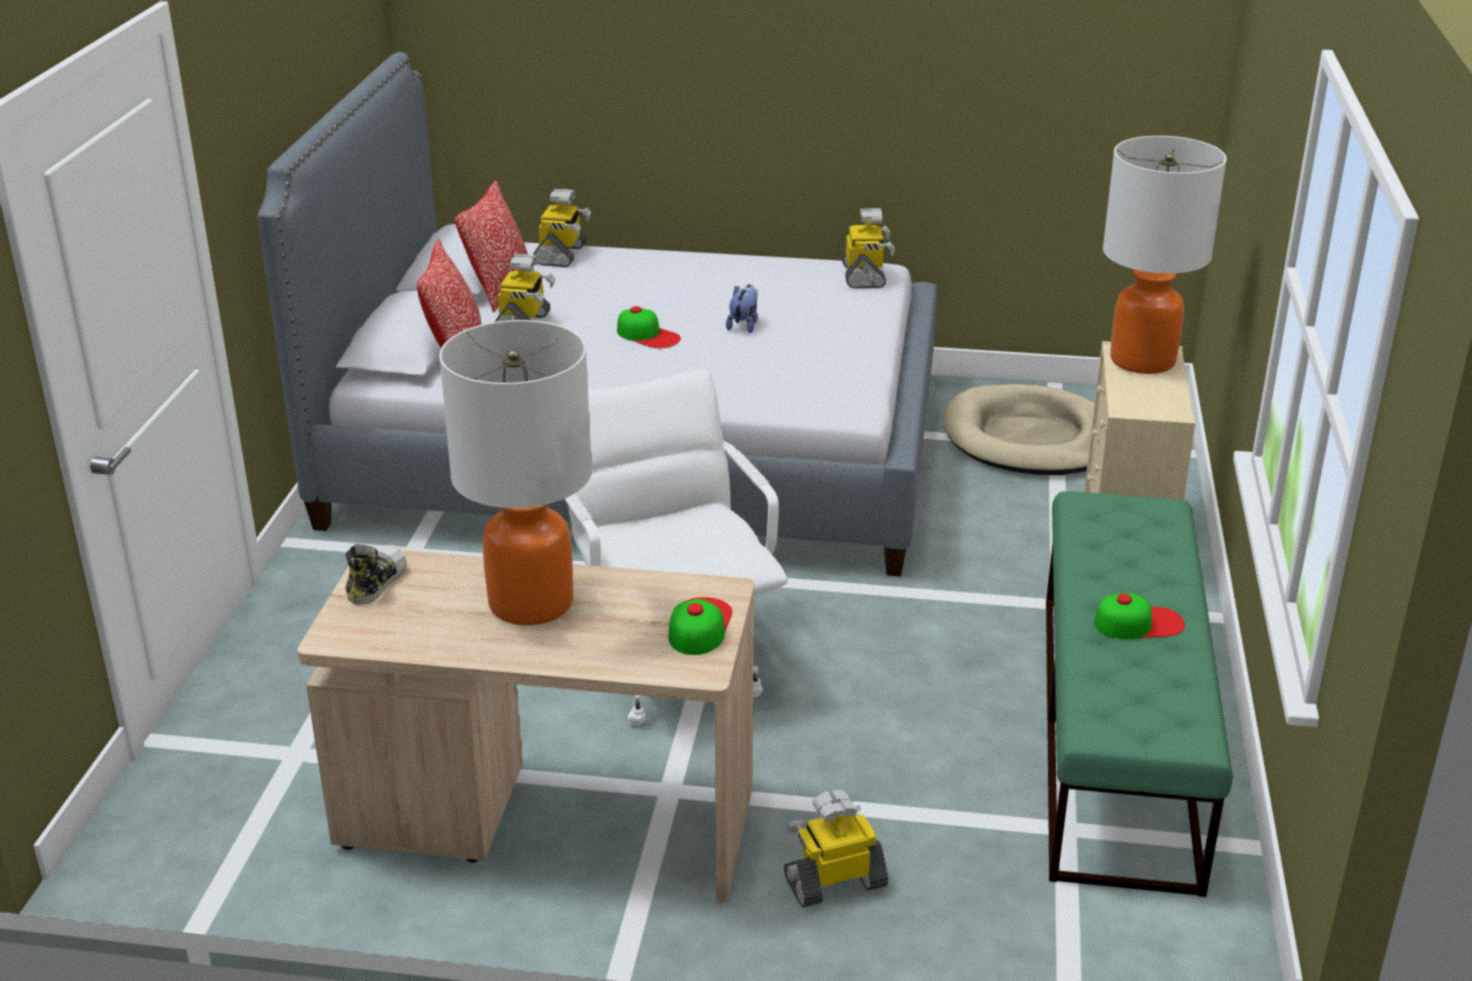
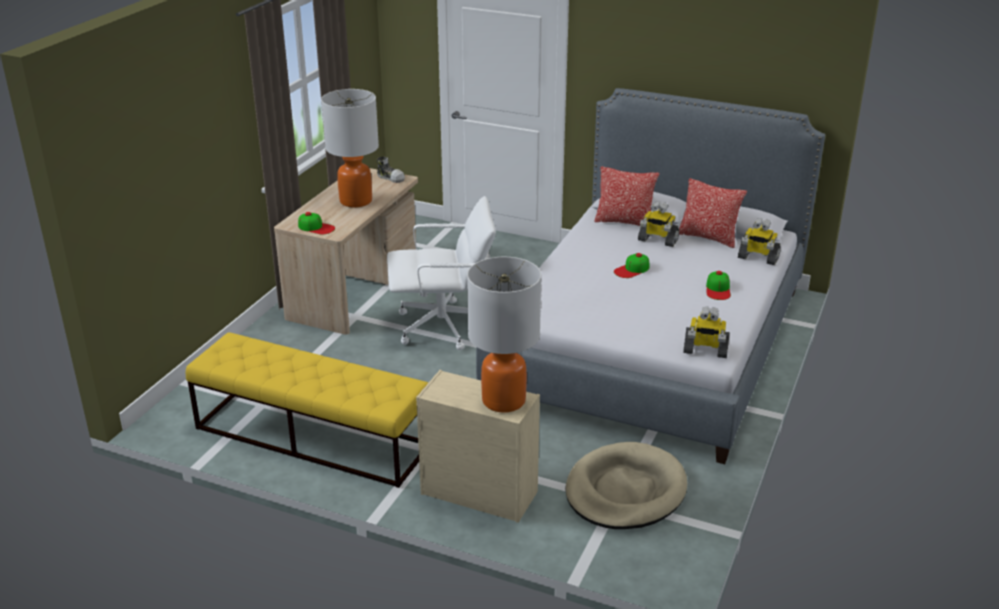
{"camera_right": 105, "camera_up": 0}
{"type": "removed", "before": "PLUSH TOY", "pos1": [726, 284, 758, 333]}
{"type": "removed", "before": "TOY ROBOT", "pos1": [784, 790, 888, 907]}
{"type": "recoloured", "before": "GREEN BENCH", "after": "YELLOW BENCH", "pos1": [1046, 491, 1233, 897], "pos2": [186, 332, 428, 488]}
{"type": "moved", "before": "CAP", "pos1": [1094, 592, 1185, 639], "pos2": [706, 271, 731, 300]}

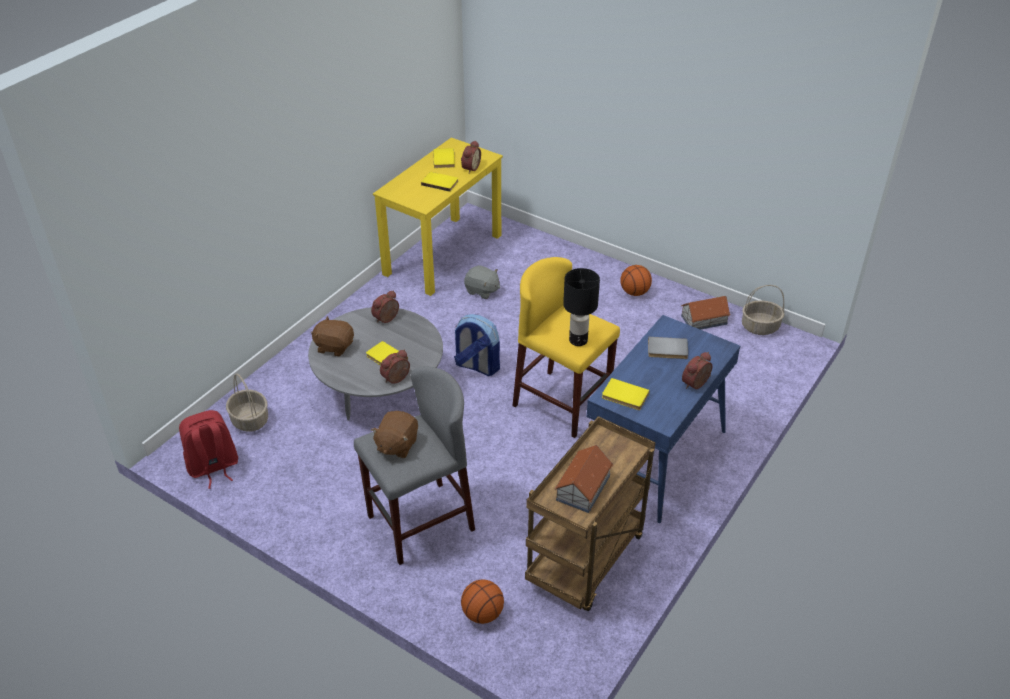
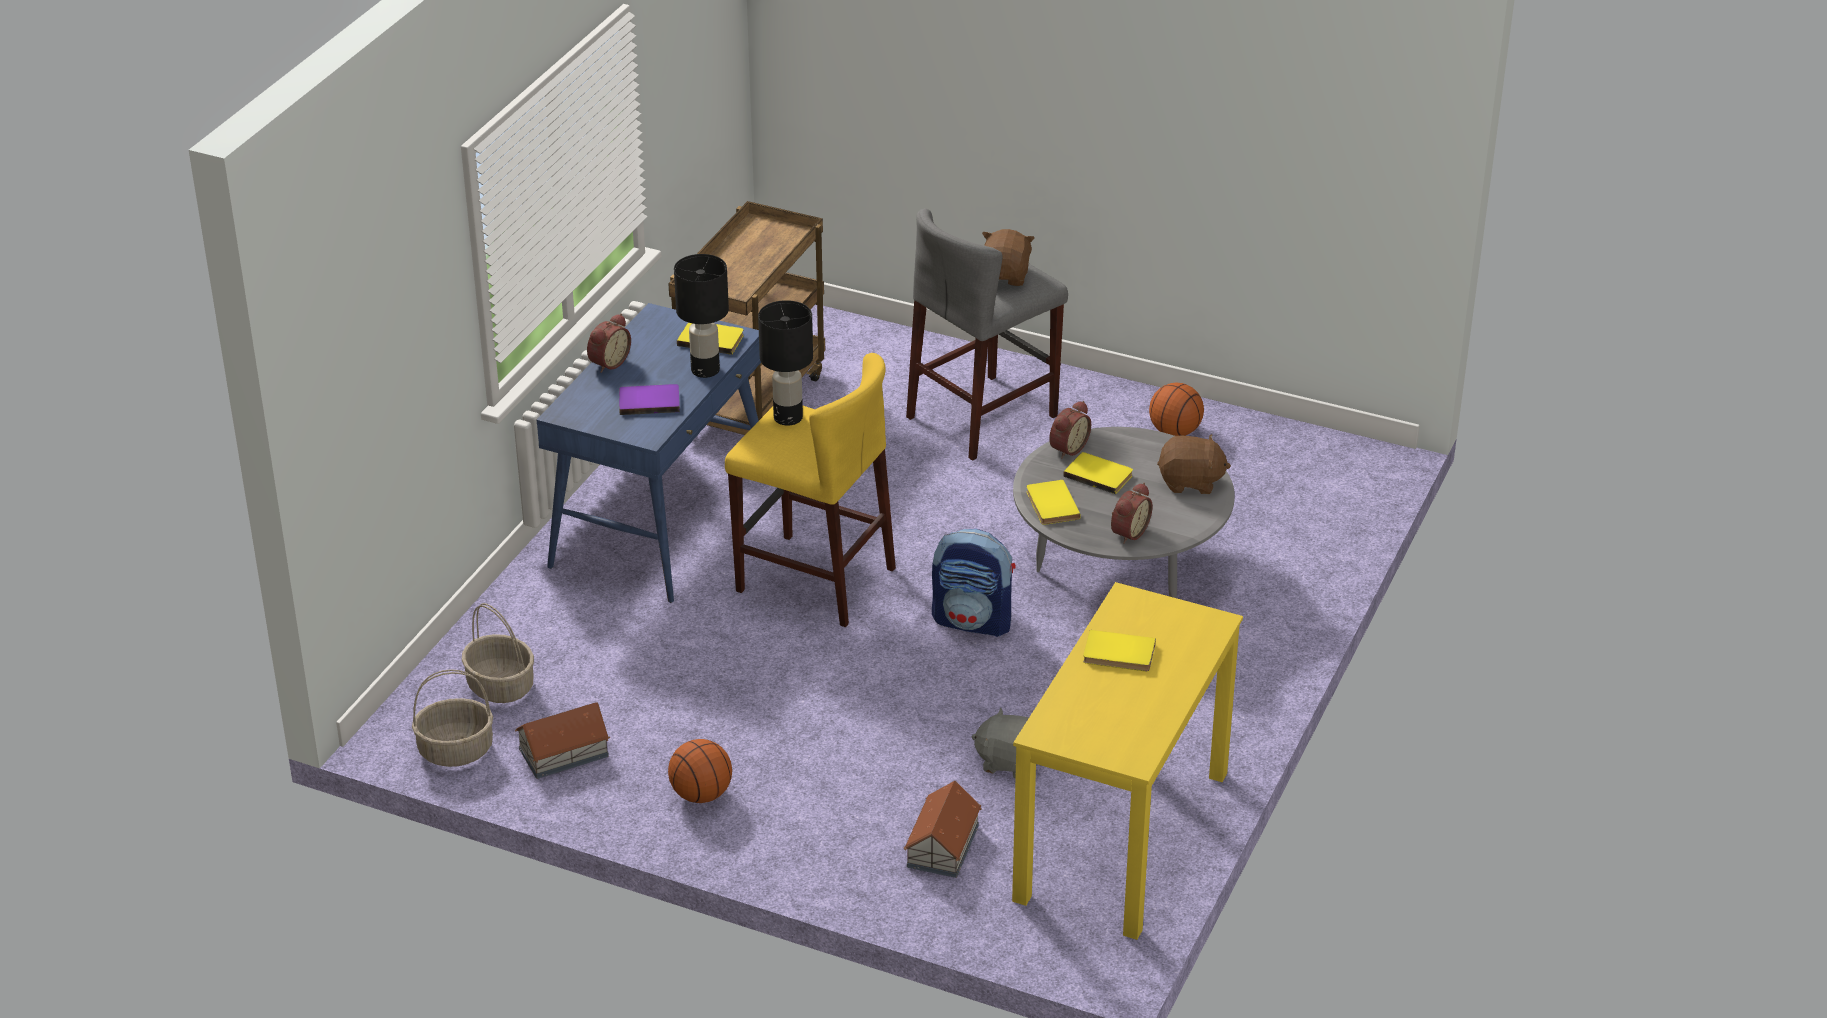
{"camera_right": 170, "camera_up": -5}
{"type": "removed", "before": "RED BACKPACK", "pos1": [179, 410, 238, 489]}
{"type": "moved", "before": "BASKET", "pos1": [226, 374, 268, 432], "pos2": [462, 603, 534, 703]}
{"type": "moved", "before": "YELLOW BOOK", "pos1": [433, 148, 455, 168], "pos2": [1026, 480, 1081, 525]}
{"type": "removed", "before": "ALARM CLOCK", "pos1": [461, 141, 481, 173]}
{"type": "moved", "before": "BASKETBALL", "pos1": [461, 579, 504, 624], "pos2": [1149, 383, 1204, 436]}
{"type": "moved", "before": "TOY HOUSE", "pos1": [555, 445, 613, 513], "pos2": [904, 781, 982, 878]}
{"type": "recoloured", "before": "GREY BOOK", "after": "PURPLE BOOK", "pos1": [648, 337, 688, 359], "pos2": [619, 384, 680, 415]}
{"type": "added", "after": "BLACK TABLE LAMP", "pos2": [674, 254, 729, 378]}

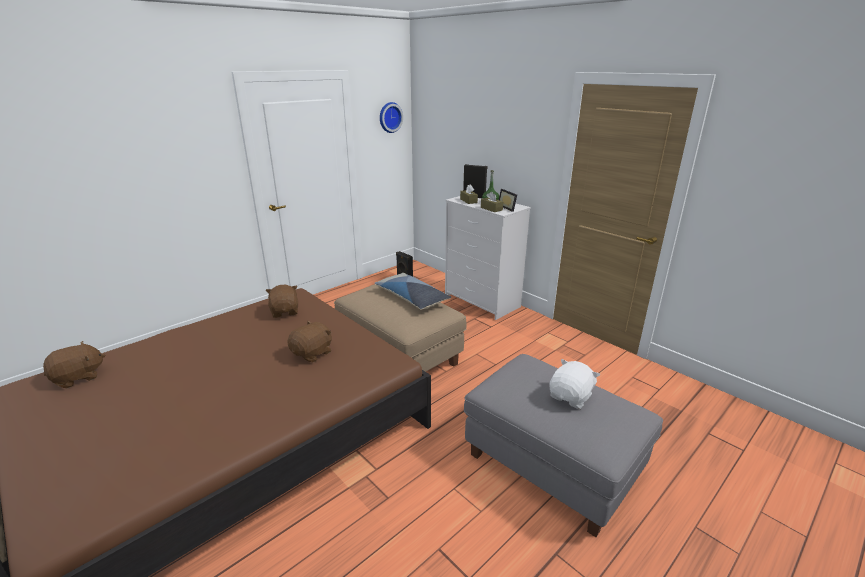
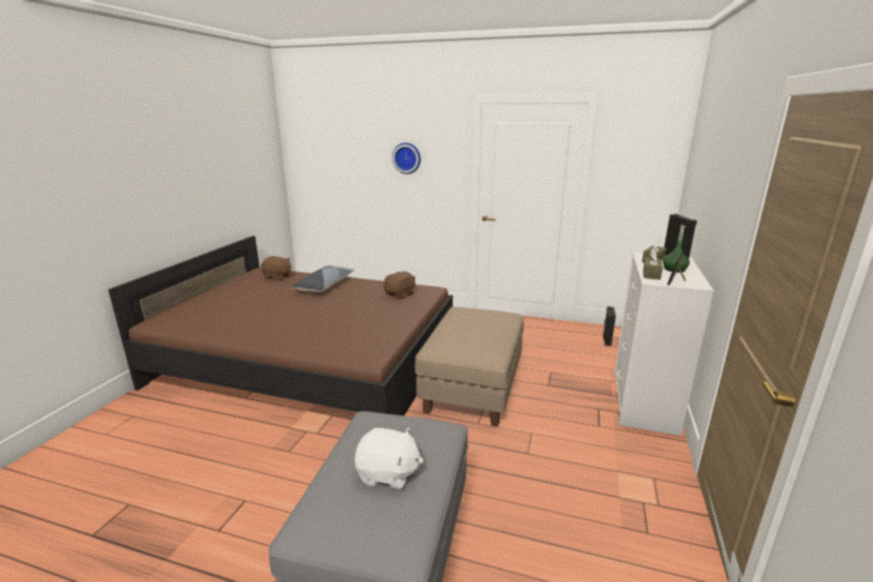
{"camera_right": 60, "camera_up": -5}
{"type": "removed", "before": "BROWN PLUSH TOY", "pos1": [287, 321, 332, 362]}
{"type": "moved", "before": "PILLOW", "pos1": [374, 273, 451, 309], "pos2": [291, 265, 355, 292]}
{"type": "moved", "before": "WALL CLOCK", "pos1": [380, 102, 403, 133], "pos2": [392, 143, 421, 174]}

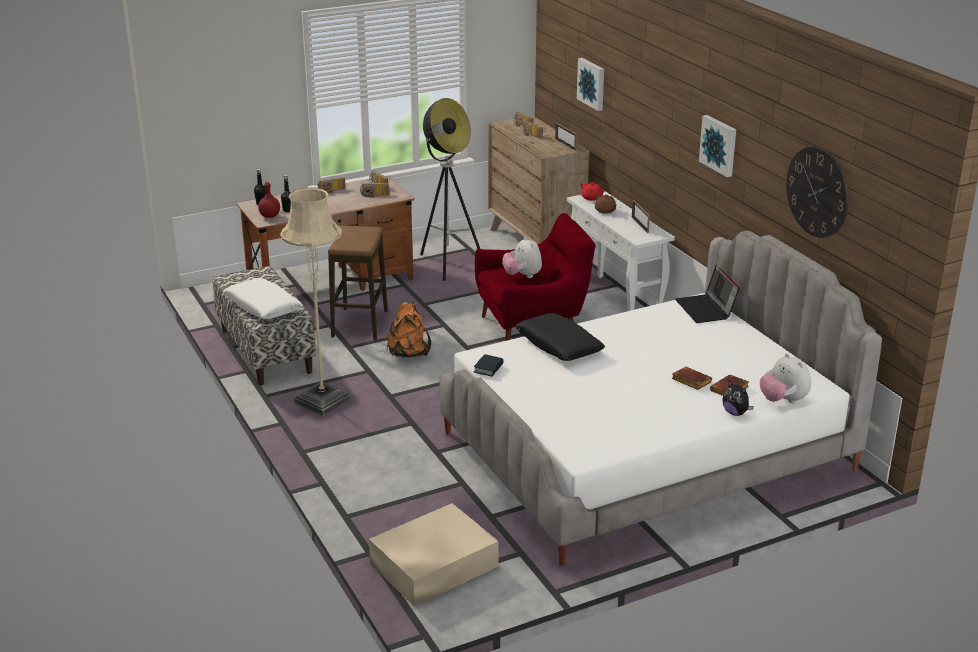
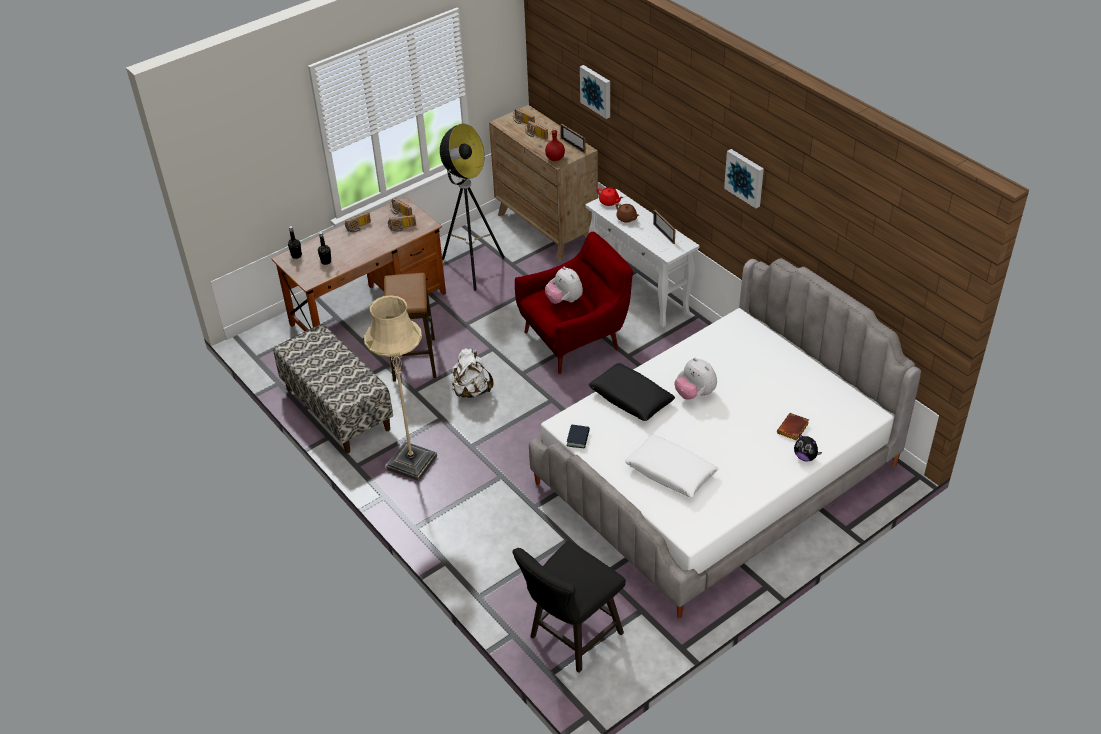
{"camera_right": -10, "camera_up": 15}
{"type": "moved", "before": "WHITE PILLOW", "pos1": [223, 278, 303, 319], "pos2": [625, 435, 718, 497]}
{"type": "moved", "before": "RED BOTTLE", "pos1": [258, 181, 280, 218], "pos2": [545, 128, 565, 161]}
{"type": "replaced", "before": "BEIGE STORAGE BOX", "after": "BLACK STOOL", "pos1": [369, 503, 499, 606], "pos2": [513, 541, 626, 673]}
{"type": "recoloured", "before": "ORANGE BACKPACK", "after": "WHITE BACKPACK", "pos1": [386, 302, 431, 358], "pos2": [452, 348, 494, 398]}
{"type": "removed", "before": "BROWN BOOK", "pos1": [671, 367, 712, 390]}
{"type": "removed", "before": "LAPTOP", "pos1": [675, 266, 740, 323]}
{"type": "moved", "before": "PLUSH TOY", "pos1": [760, 353, 811, 404], "pos2": [675, 358, 717, 400]}
{"type": "removed", "before": "WALL CLOCK", "pos1": [786, 147, 849, 238]}

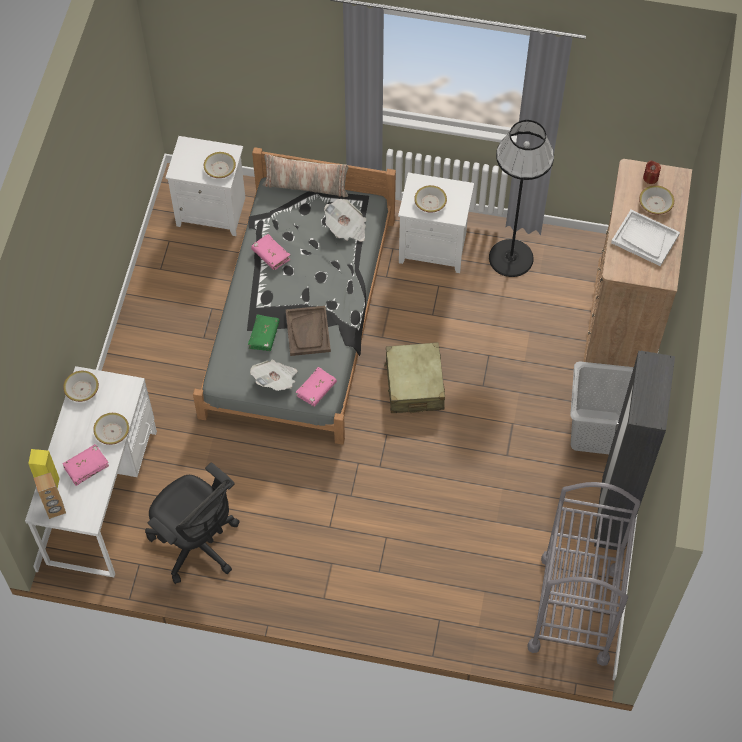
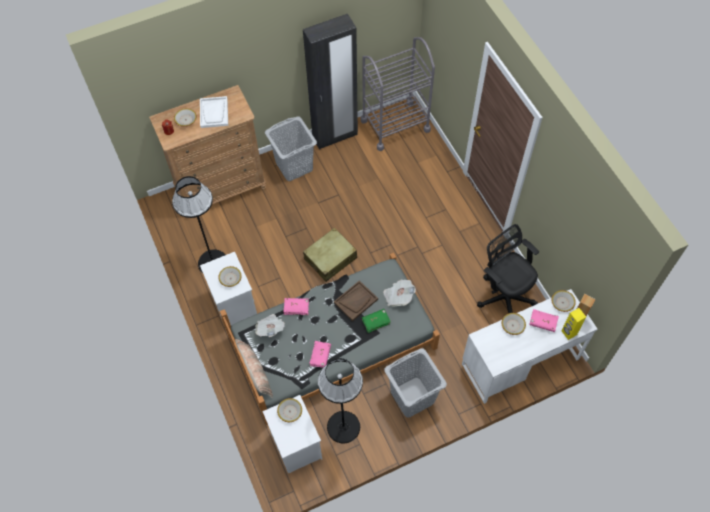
{"camera_right": -125, "camera_up": 0}
{"type": "moved", "before": "BOWL", "pos1": [63, 371, 99, 402], "pos2": [551, 290, 576, 312]}
{"type": "turned", "before": "BLACK OFFICE CHAIR", "pos1": [145, 463, 240, 584], "pos2": [477, 224, 539, 314], "turn": -45}
{"type": "moved", "before": "PINK BOOK", "pos1": [296, 367, 337, 407], "pos2": [284, 298, 309, 315]}
{"type": "added", "after": "BLACK FLOOR LAMP", "pos2": [318, 358, 363, 444]}
{"type": "added", "after": "GREY LAUNDRY BASKET", "pos2": [384, 348, 447, 417]}

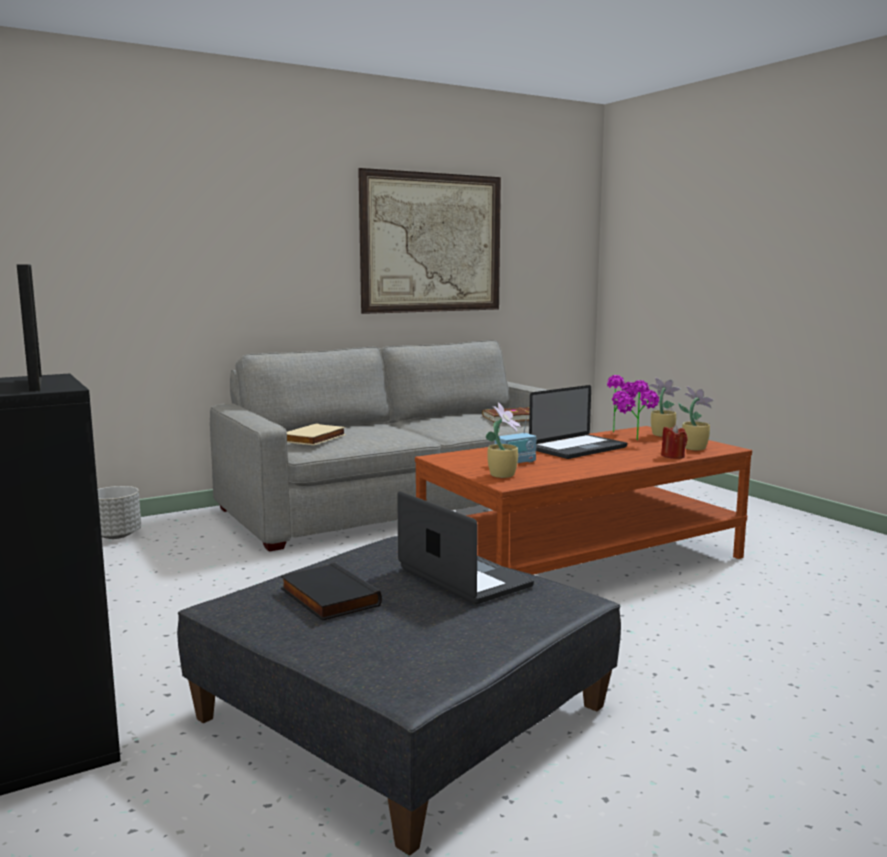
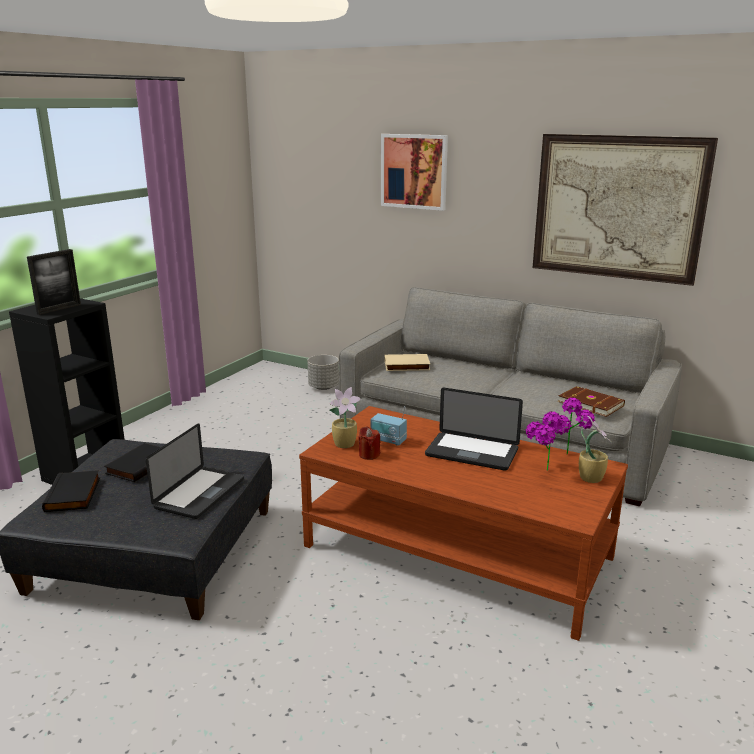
{"camera_right": 60, "camera_up": 10}
{"type": "moved", "before": "RED CANDLE", "pos1": [661, 425, 688, 459], "pos2": [358, 426, 380, 460]}
{"type": "removed", "before": "POTTED PLANT", "pos1": [678, 386, 714, 451]}
{"type": "added", "after": "BLACK BOOK", "pos2": [42, 470, 100, 512]}
{"type": "added", "after": "PICTURE", "pos2": [381, 134, 448, 211]}

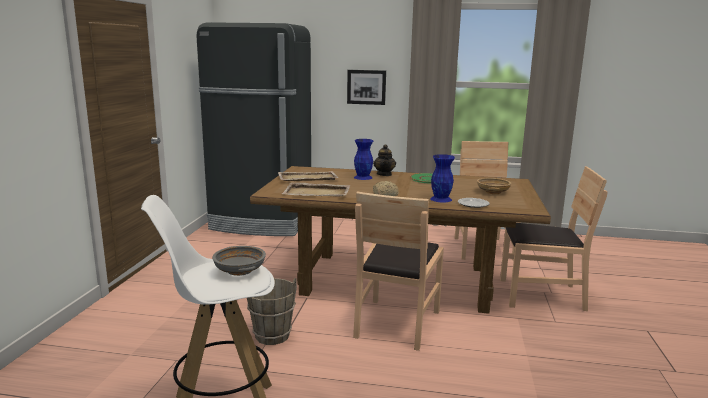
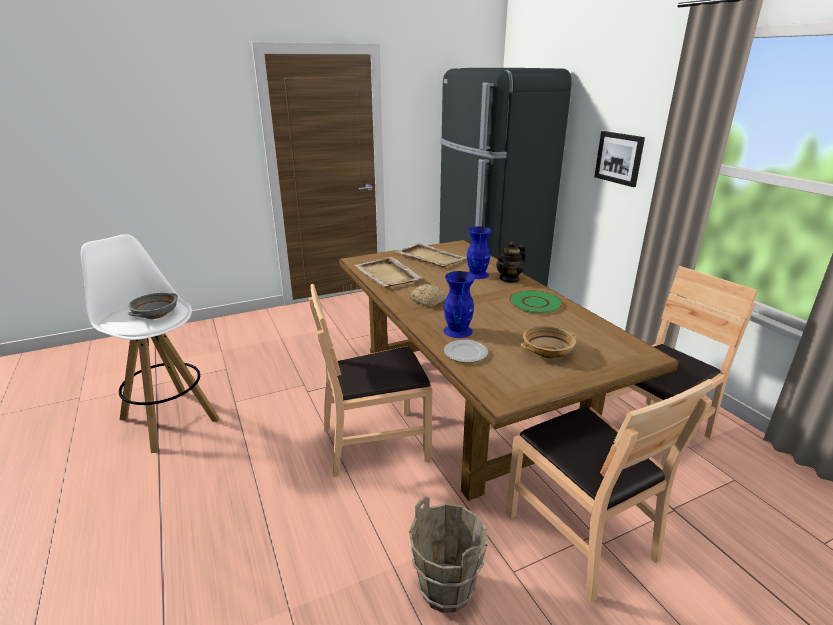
{"camera_right": 55, "camera_up": 10}
{"type": "moved", "before": "BROWN BUCKET", "pos1": [247, 278, 297, 345], "pos2": [409, 497, 488, 613]}

